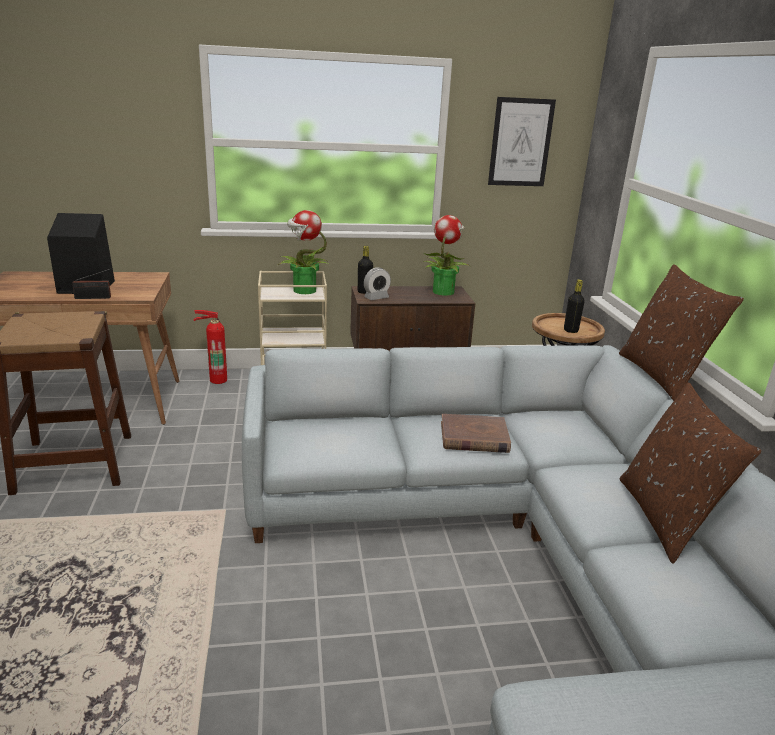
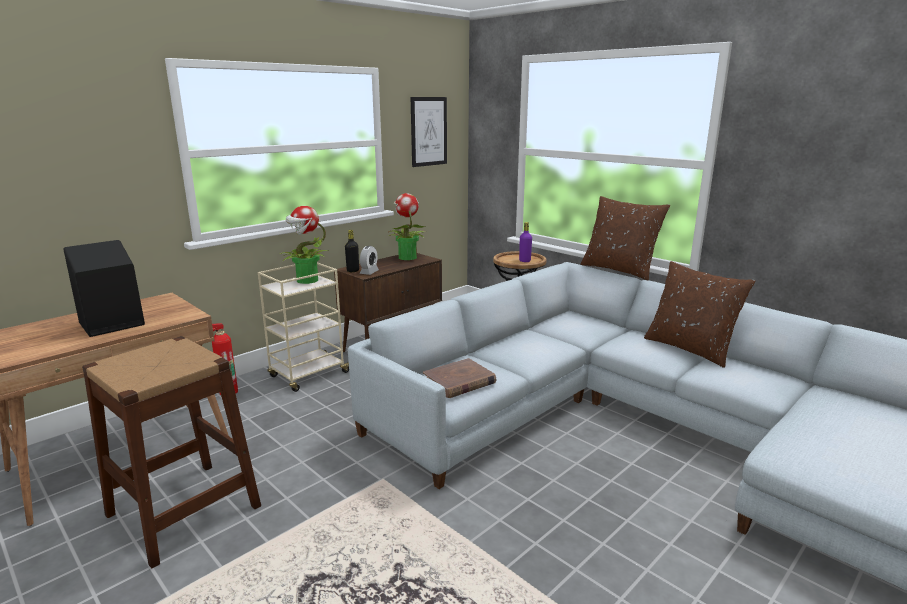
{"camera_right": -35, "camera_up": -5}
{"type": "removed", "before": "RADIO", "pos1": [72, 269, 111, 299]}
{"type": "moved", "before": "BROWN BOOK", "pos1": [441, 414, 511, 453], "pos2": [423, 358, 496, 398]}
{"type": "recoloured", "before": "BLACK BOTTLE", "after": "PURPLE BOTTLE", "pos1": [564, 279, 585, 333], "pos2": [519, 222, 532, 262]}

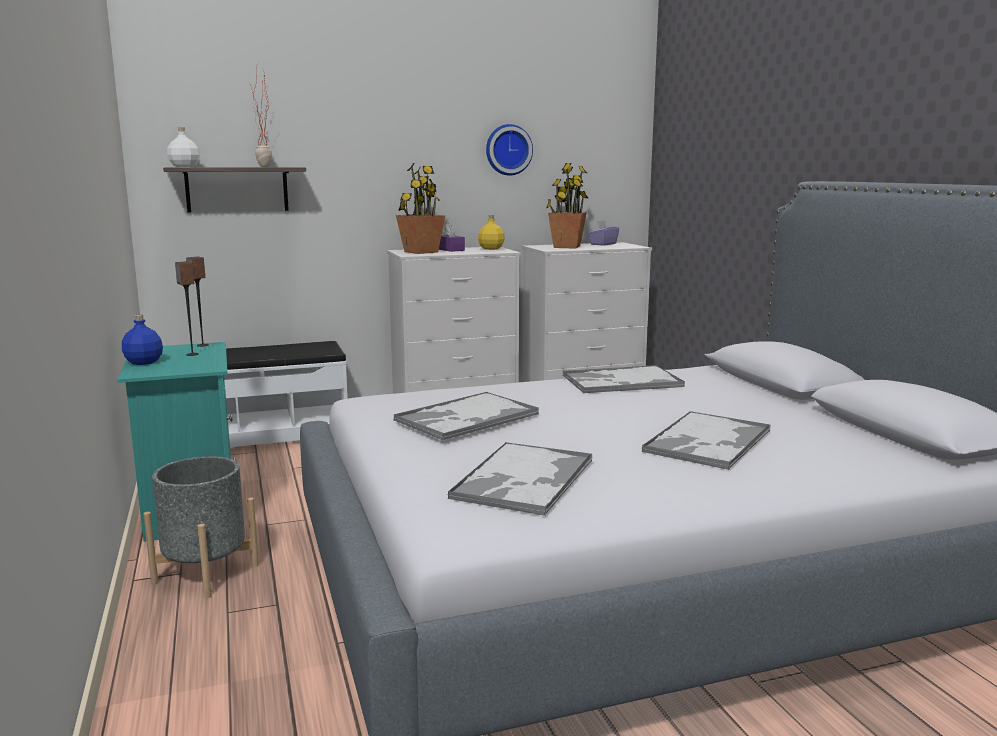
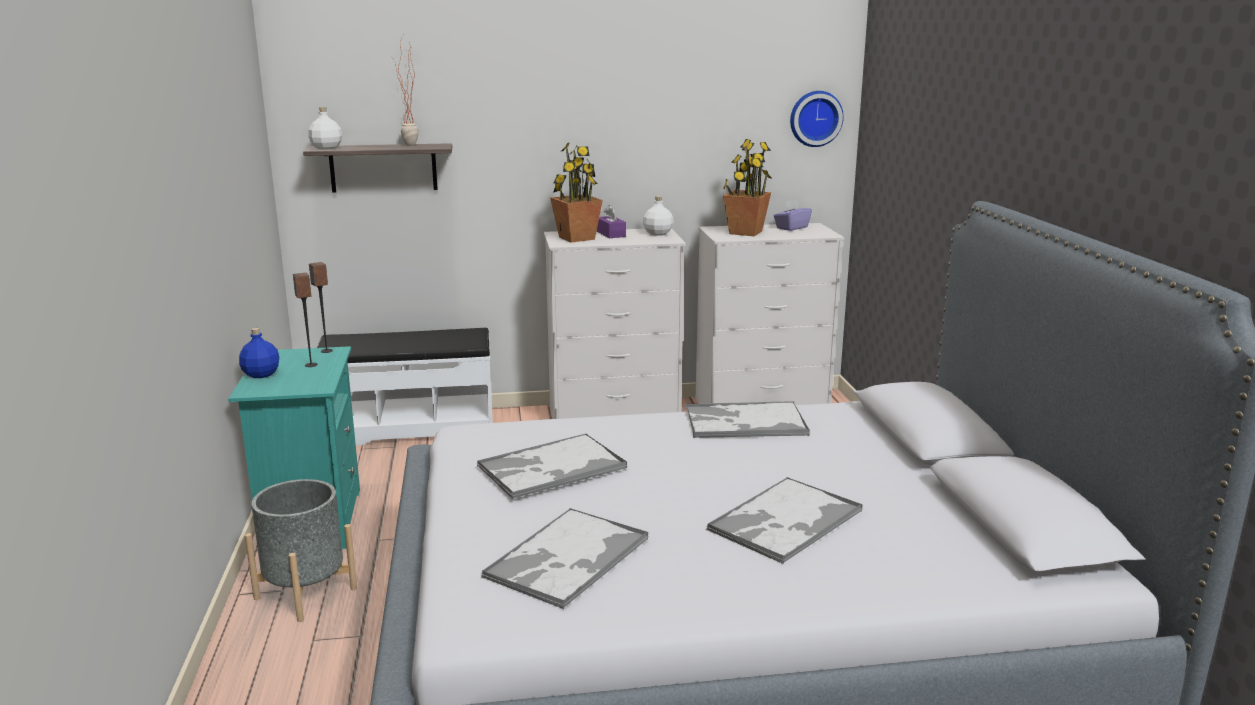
{"camera_right": 10, "camera_up": 5}
{"type": "recoloured", "before": "YELLOW BOTTLE", "after": "WHITE BOTTLE", "pos1": [478, 215, 505, 250], "pos2": [643, 196, 673, 236]}
{"type": "moved", "before": "WALL CLOCK", "pos1": [486, 124, 533, 176], "pos2": [790, 91, 844, 147]}

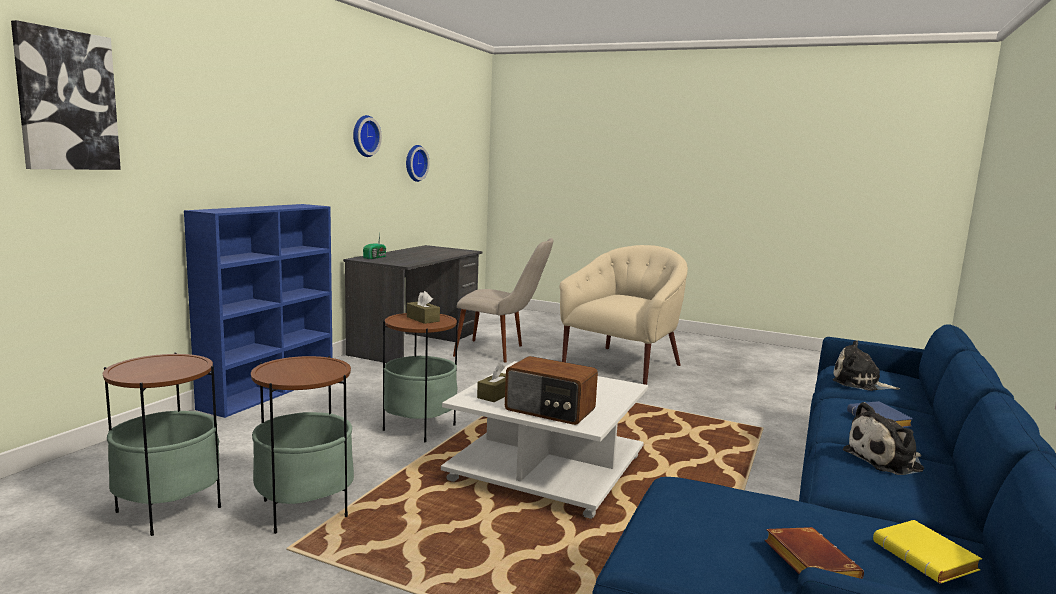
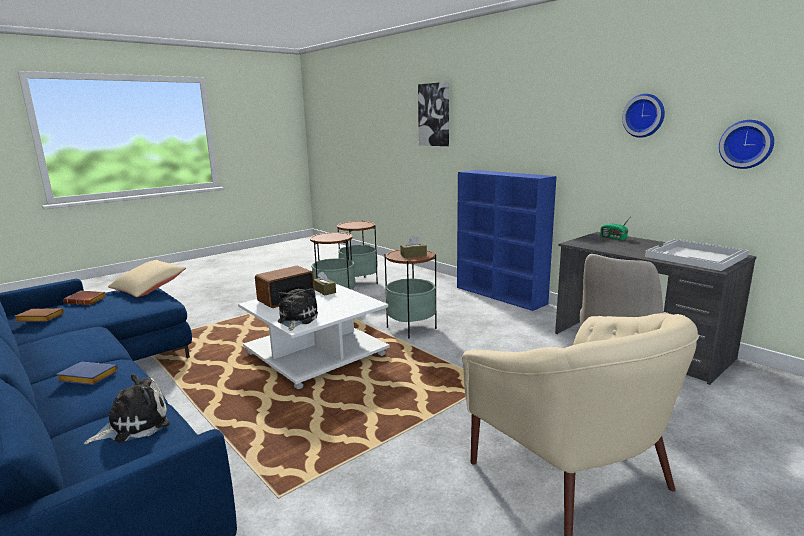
{"camera_right": 115, "camera_up": 5}
{"type": "moved", "before": "PLUSH TOY", "pos1": [842, 402, 924, 475], "pos2": [278, 288, 318, 330]}
{"type": "recoloured", "before": "YELLOW BOOK", "after": "BROWN BOOK", "pos1": [873, 520, 982, 583], "pos2": [14, 308, 64, 322]}
{"type": "added", "after": "BEIGE PILLOW", "pos2": [108, 260, 186, 297]}
{"type": "added", "after": "WHITE TRAY", "pos2": [645, 239, 749, 271]}

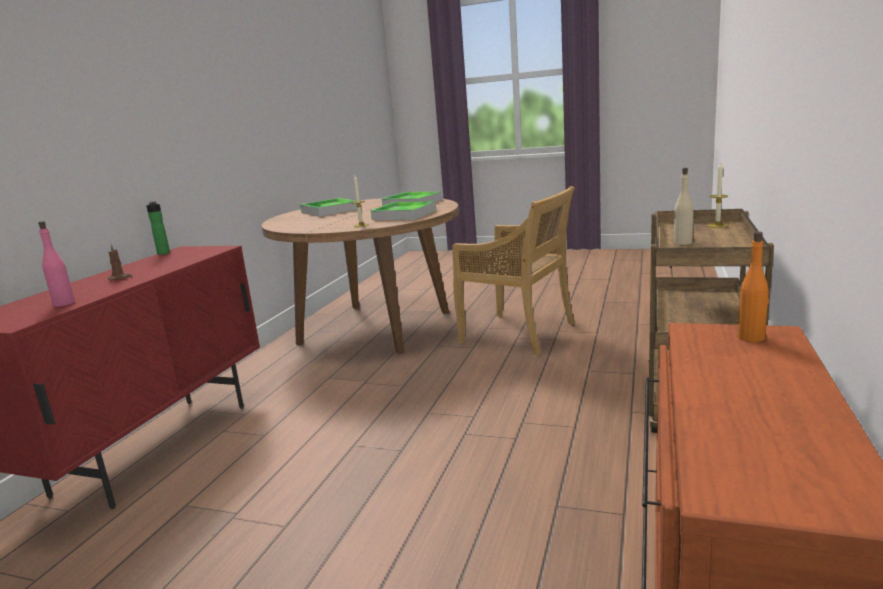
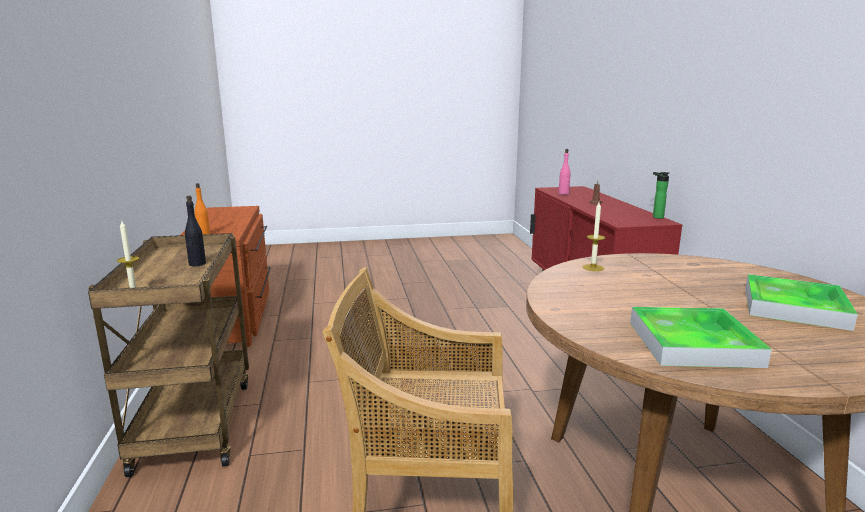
{"camera_right": 150, "camera_up": 0}
{"type": "removed", "before": "TRAY", "pos1": [371, 201, 436, 220]}
{"type": "recoloured", "before": "BEIGE BOTTLE", "after": "BLACK BOTTLE", "pos1": [674, 168, 693, 245], "pos2": [185, 196, 206, 266]}

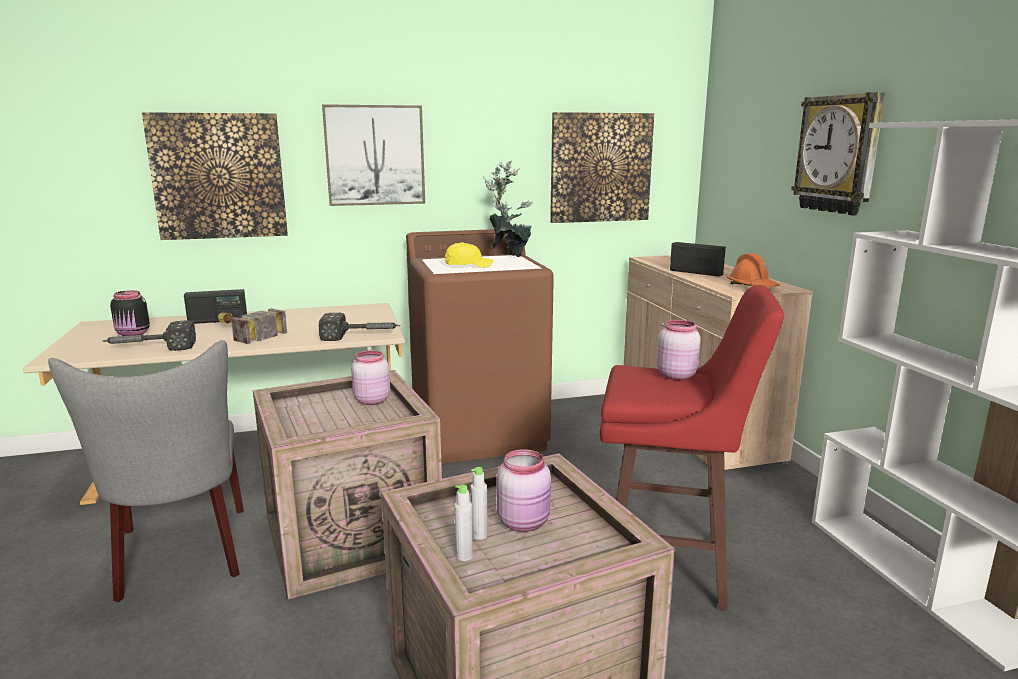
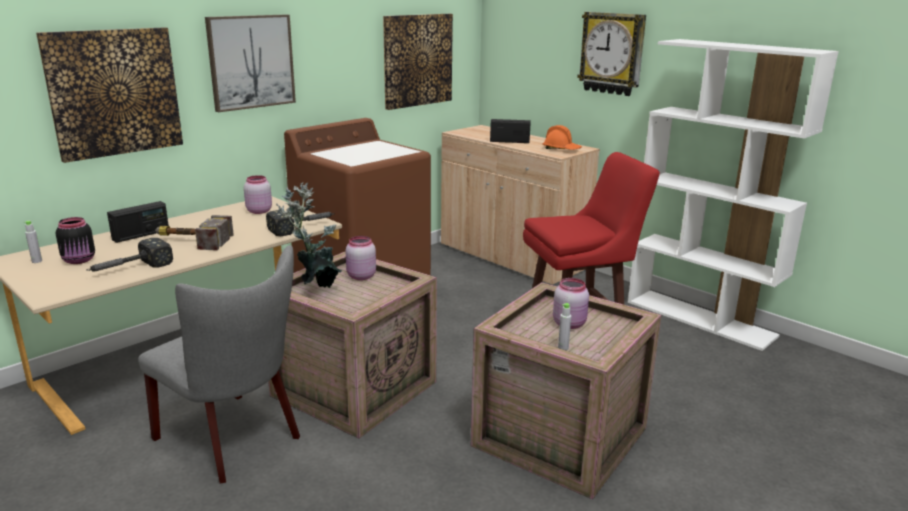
{"camera_right": -30, "camera_up": 5}
{"type": "removed", "before": "YELLOW CAP", "pos1": [445, 242, 493, 268]}
{"type": "moved", "before": "GREY BOTTLE", "pos1": [471, 467, 488, 540], "pos2": [23, 221, 42, 263]}
{"type": "moved", "before": "POTTED PLANT", "pos1": [483, 160, 533, 257], "pos2": [276, 182, 342, 288]}
{"type": "moved", "before": "PINK JAR", "pos1": [657, 320, 701, 380], "pos2": [244, 175, 272, 214]}

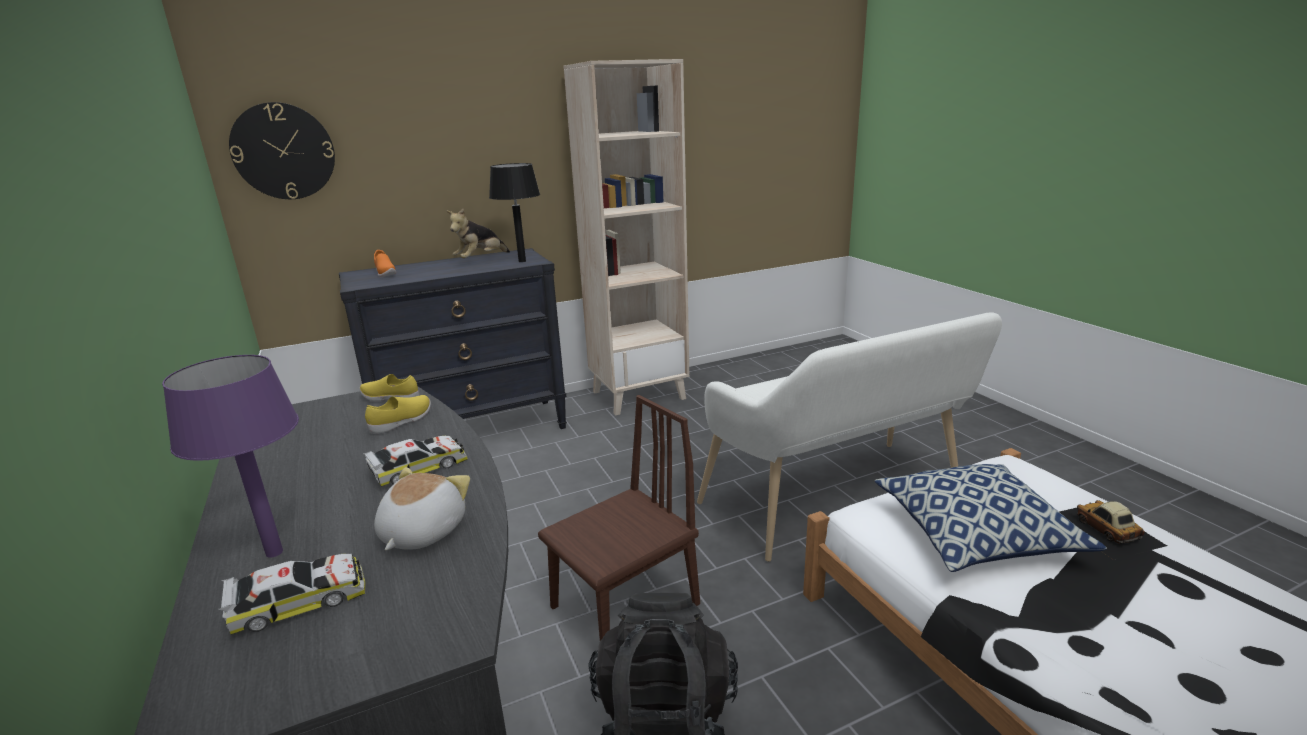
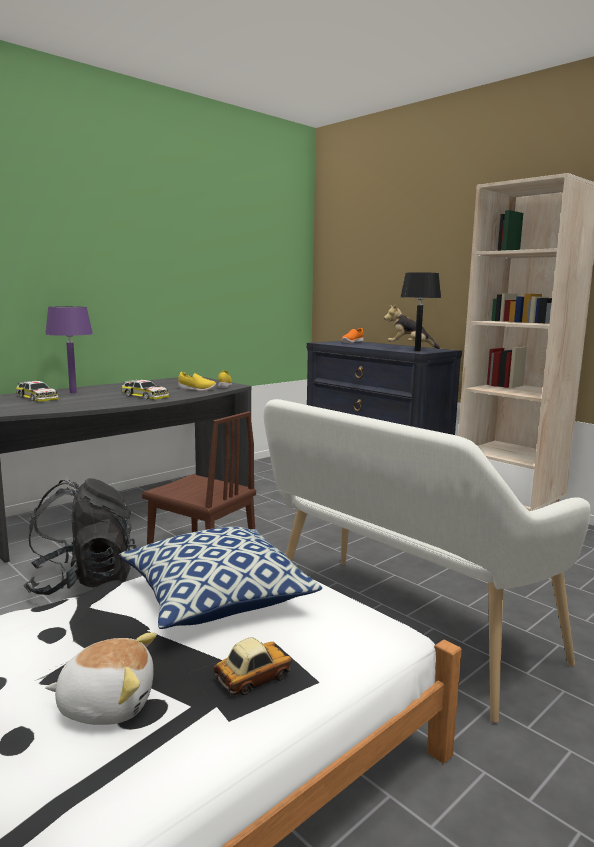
{"camera_right": 70, "camera_up": -10}
{"type": "removed", "before": "WALL CLOCK", "pos1": [229, 102, 335, 199]}
{"type": "moved", "before": "PLUSH TOY", "pos1": [374, 467, 470, 550], "pos2": [45, 632, 156, 725]}

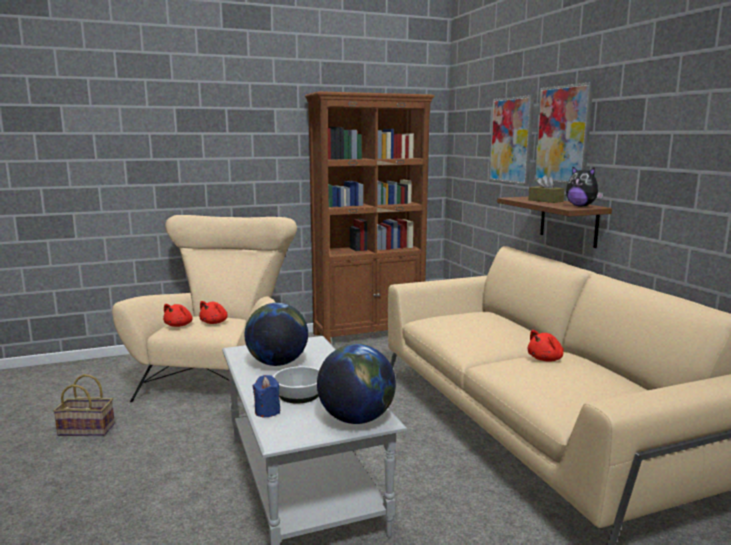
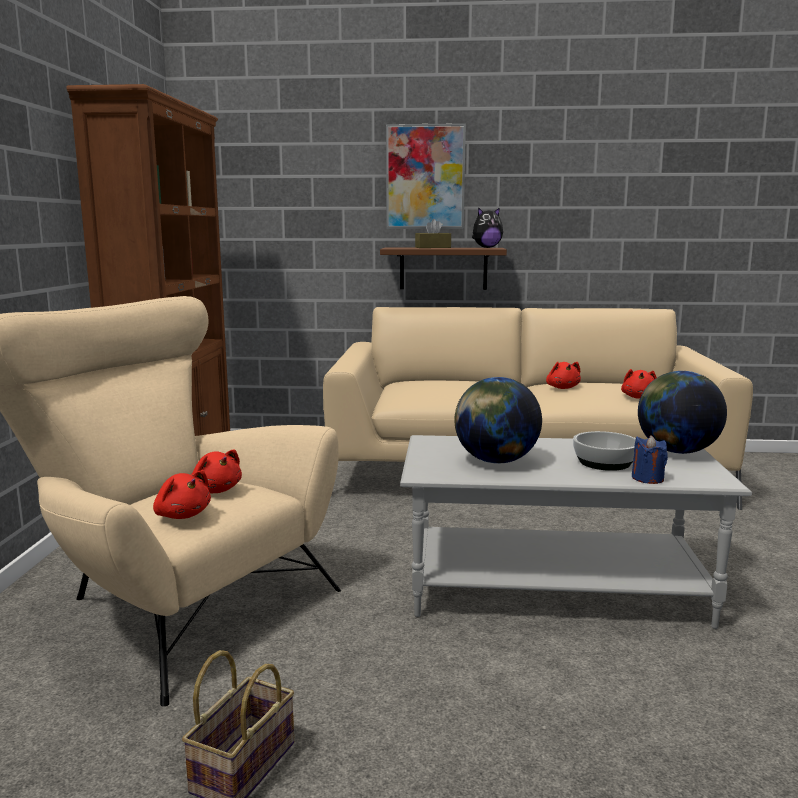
{"camera_right": -65, "camera_up": 0}
{"type": "removed", "before": "PICTURE", "pos1": [489, 95, 534, 185]}
{"type": "added", "after": "RED PLUSH TOY", "pos2": [621, 369, 657, 399]}

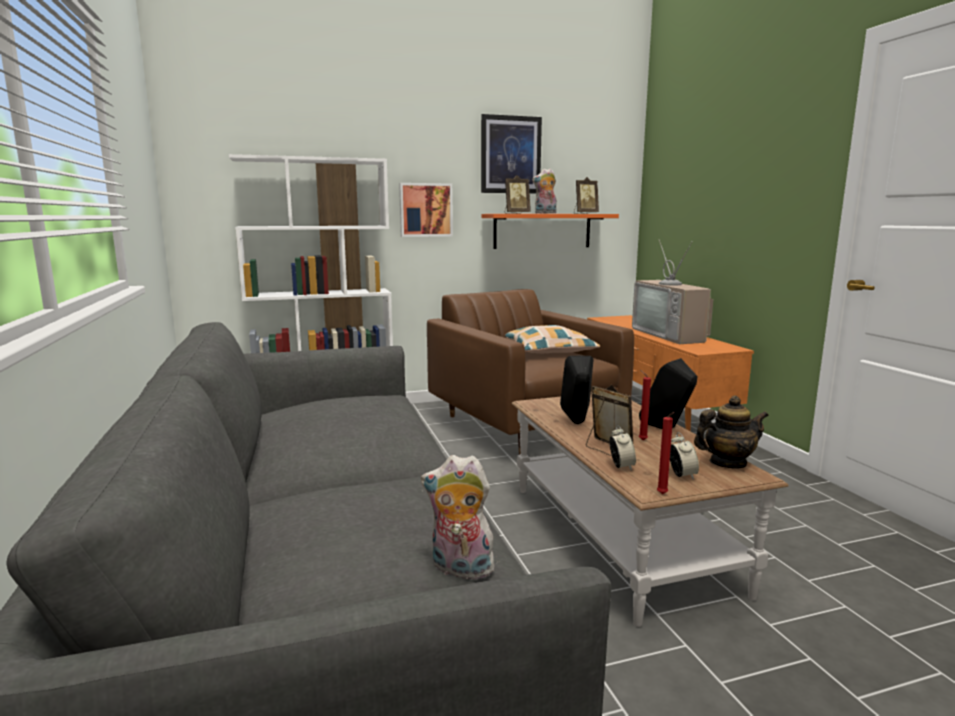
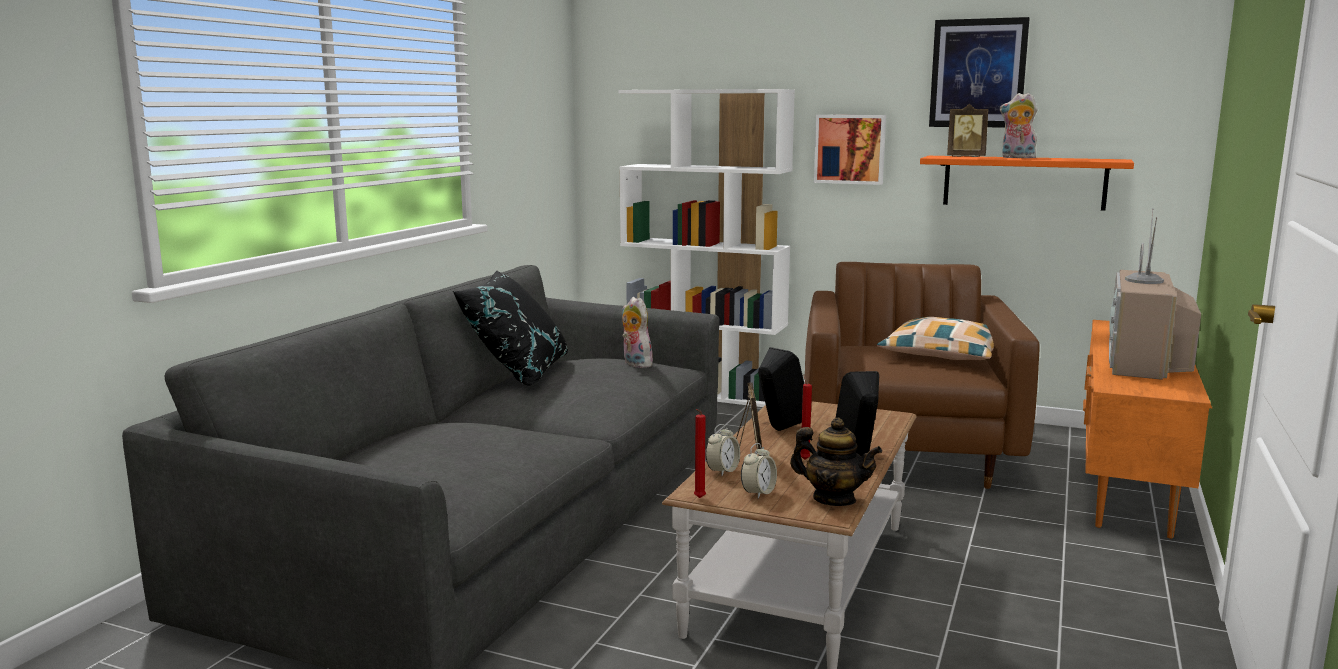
{"camera_right": 40, "camera_up": 0}
{"type": "moved", "before": "PLUSH TOY", "pos1": [421, 455, 497, 583], "pos2": [622, 297, 653, 368]}
{"type": "removed", "before": "PICTURE FRAME", "pos1": [574, 177, 599, 214]}
{"type": "added", "after": "BLACK PILLOW", "pos2": [453, 271, 568, 386]}

